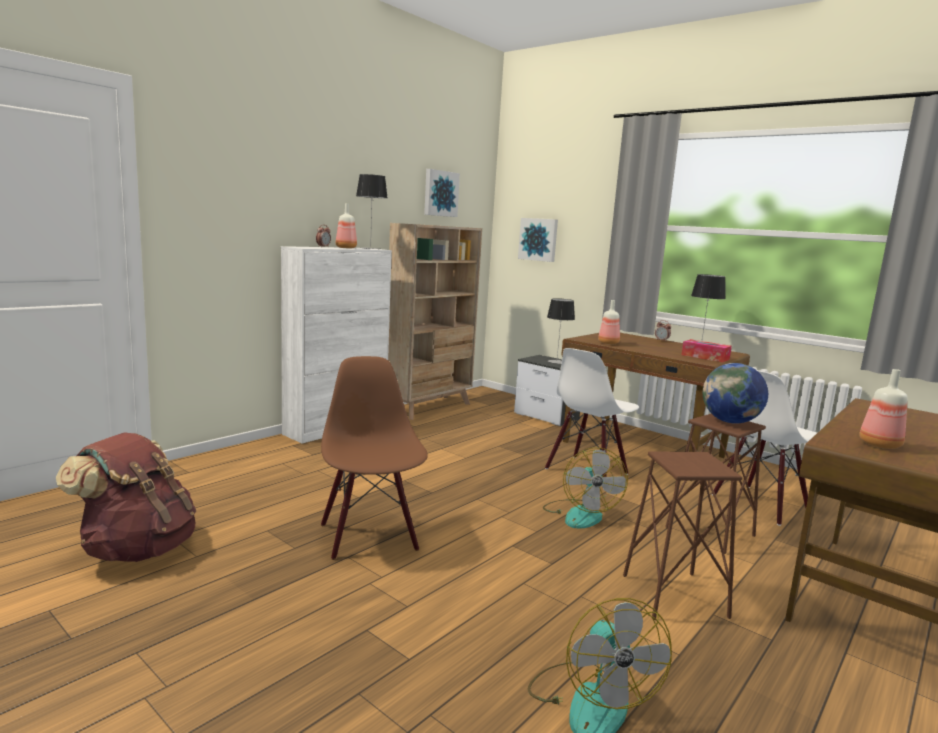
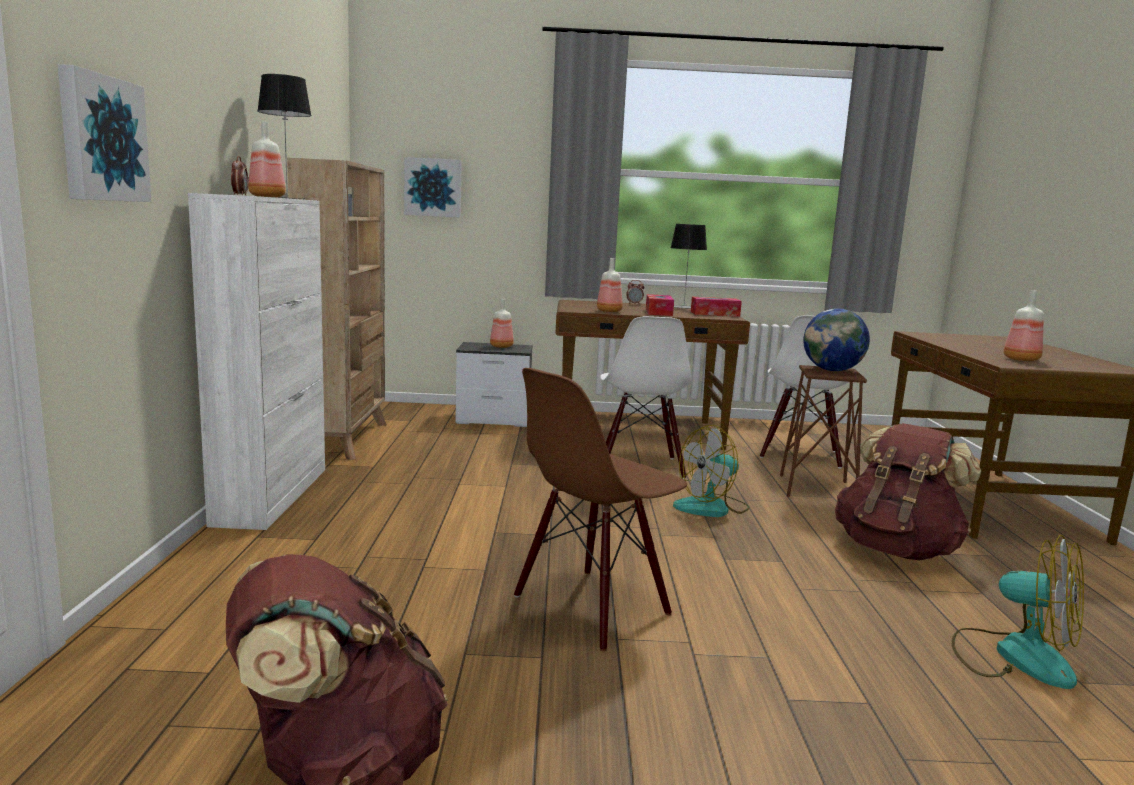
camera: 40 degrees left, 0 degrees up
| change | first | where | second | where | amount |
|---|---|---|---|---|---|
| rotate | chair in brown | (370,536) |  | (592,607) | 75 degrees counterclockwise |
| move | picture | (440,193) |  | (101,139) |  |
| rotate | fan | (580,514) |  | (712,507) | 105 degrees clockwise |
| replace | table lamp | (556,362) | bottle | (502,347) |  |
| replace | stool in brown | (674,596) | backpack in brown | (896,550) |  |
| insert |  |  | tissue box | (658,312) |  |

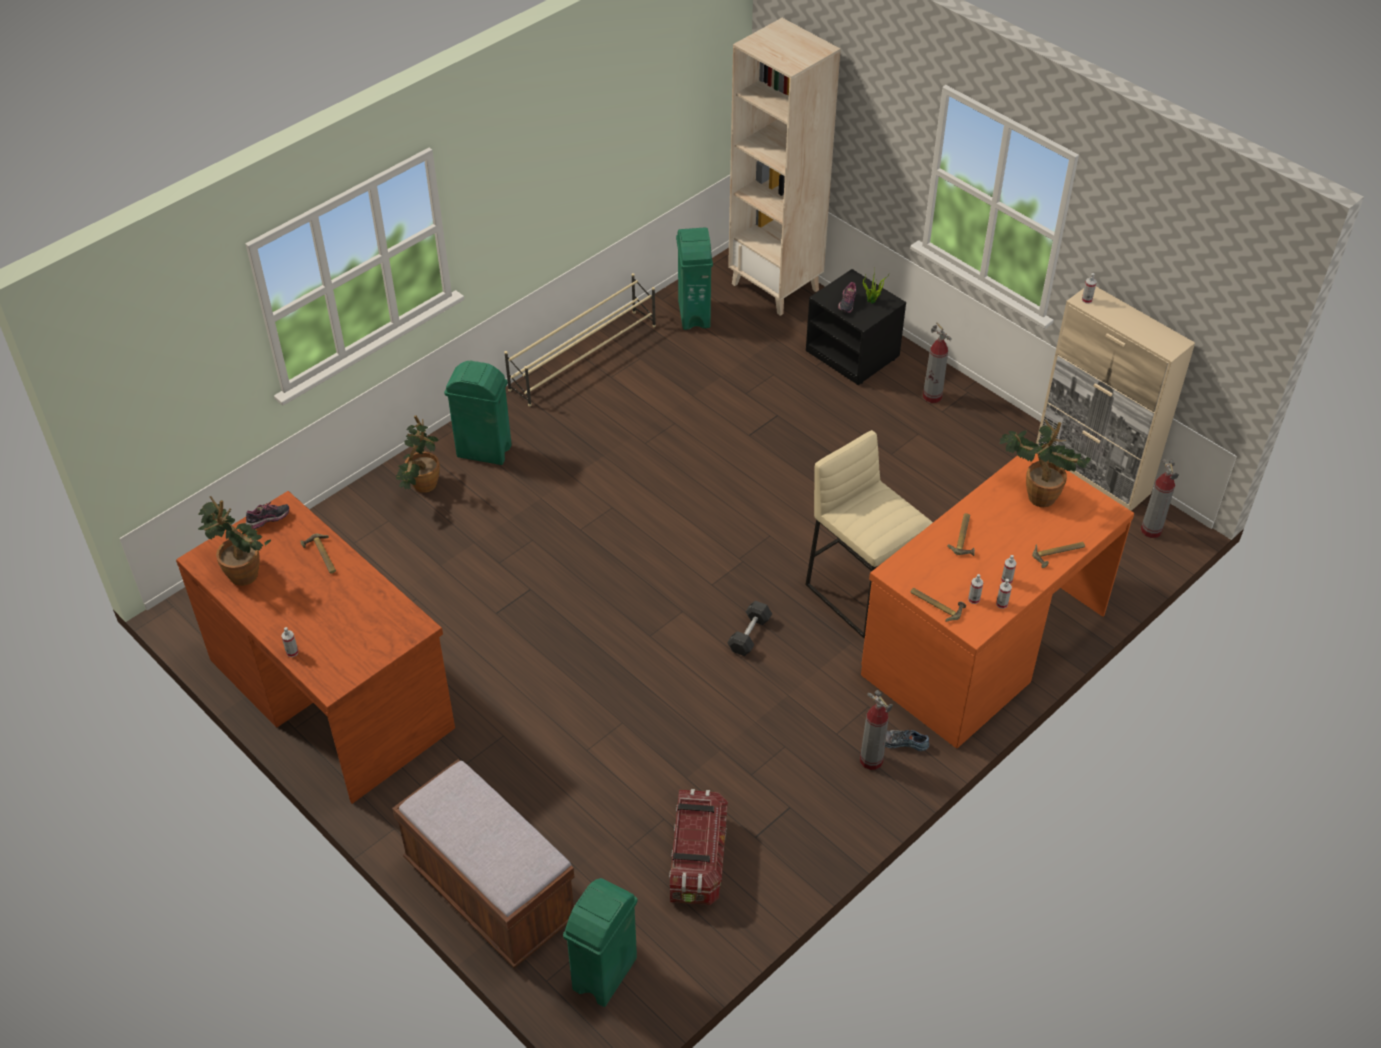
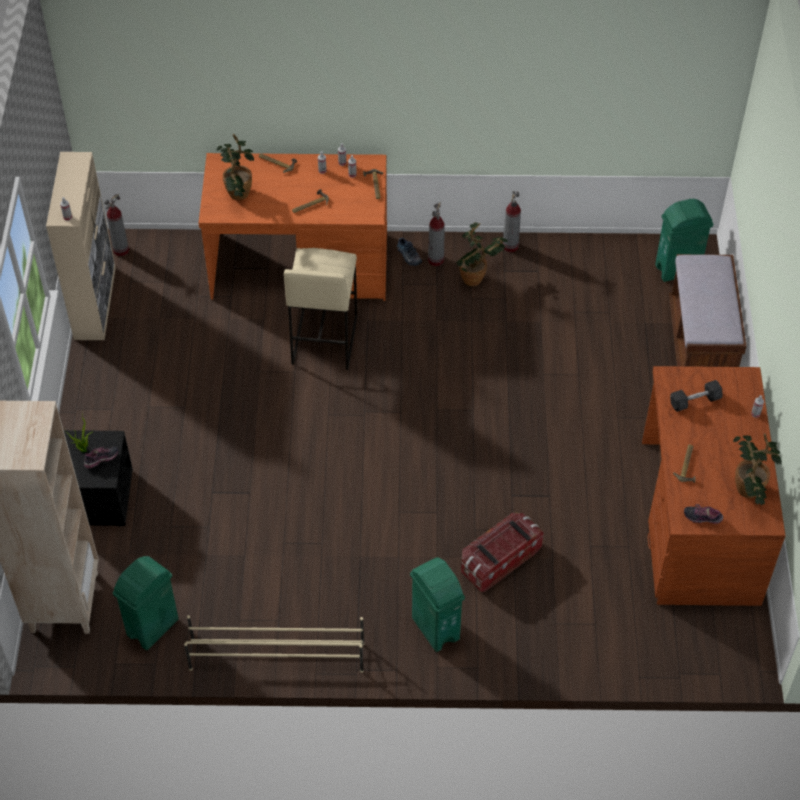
camera: 135 degrees left, 5 degrees up
| change | first | where | second | where | amount |
|---|---|---|---|---|---|
| move | potted plant | (421,488) |  | (477,278) |  |
| move | storage box | (697,859) |  | (499,561) |  |
| move | dumbbell in grey | (749,635) |  | (695,401) |  |
| move | fire extinguisher | (932,396) |  | (510,246) |  |

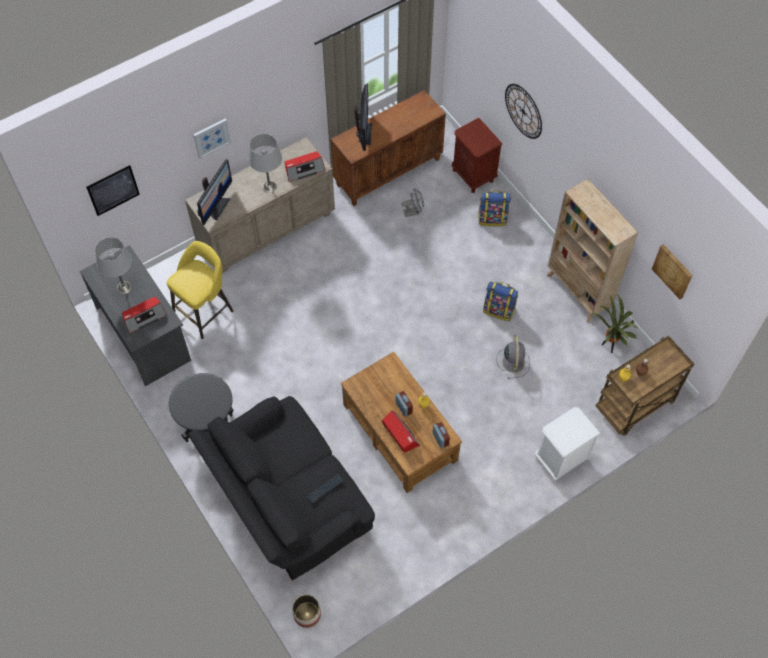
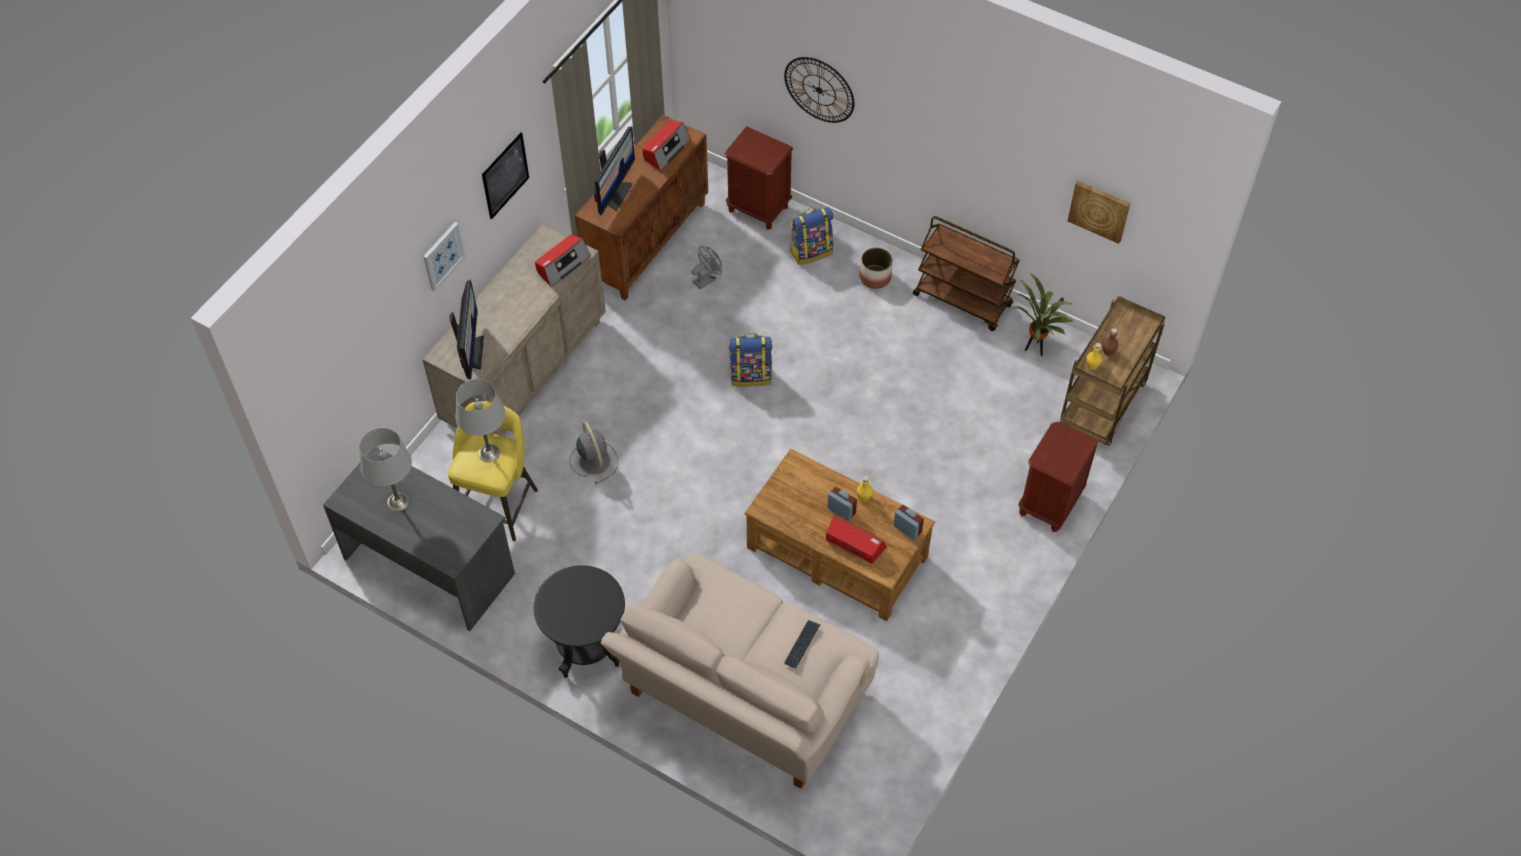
camera: 25 degrees left, 5 degrees down
| change | first | where | second | where | amount |
|---|---|---|---|---|---|
| move | picture | (113,190) |  | (505,175) |  |
| move | radio | (144,317) |  | (666,150) |  |
| recolor | sofa in black | (288,503) | sofa in beige | (742,697) |  |
| move | table lamp in grey | (269,187) |  | (488,453) |  |
| move | planter | (307,614) |  | (874,277) |  |
| rotate | monitor | (364,134) |  | (615,194) | 45 degrees clockwise |
| move | backpack | (499,310) |  | (751,375) |  |
| move | fan in grey | (513,361) |  | (594,460) |  |
| recolor | nightstand in white | (560,459) | nightstand in brown | (1049,503) |  |
| replace | bookcase in beige | (577,292) | cart in brown | (963,300) |  |

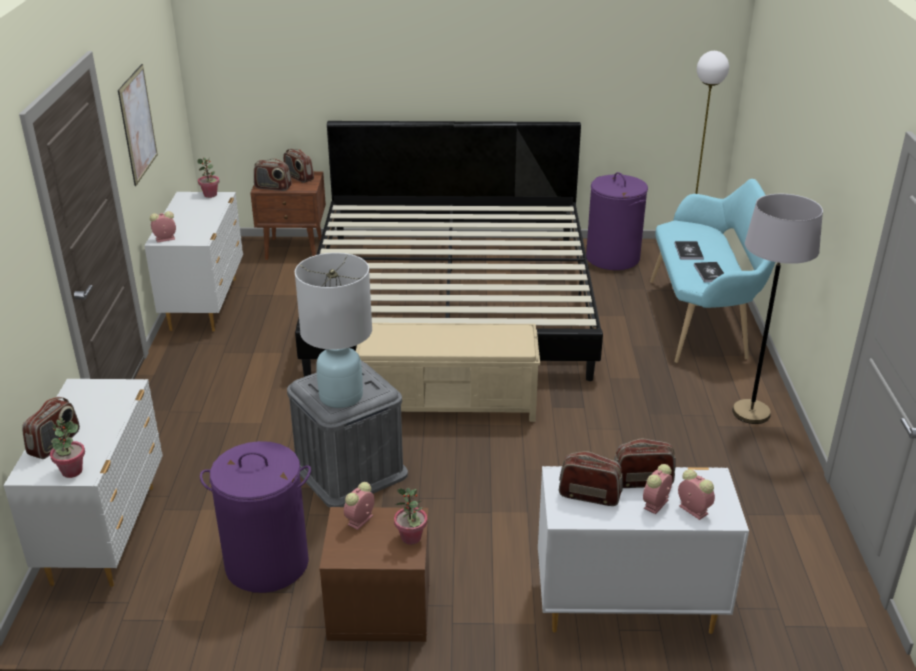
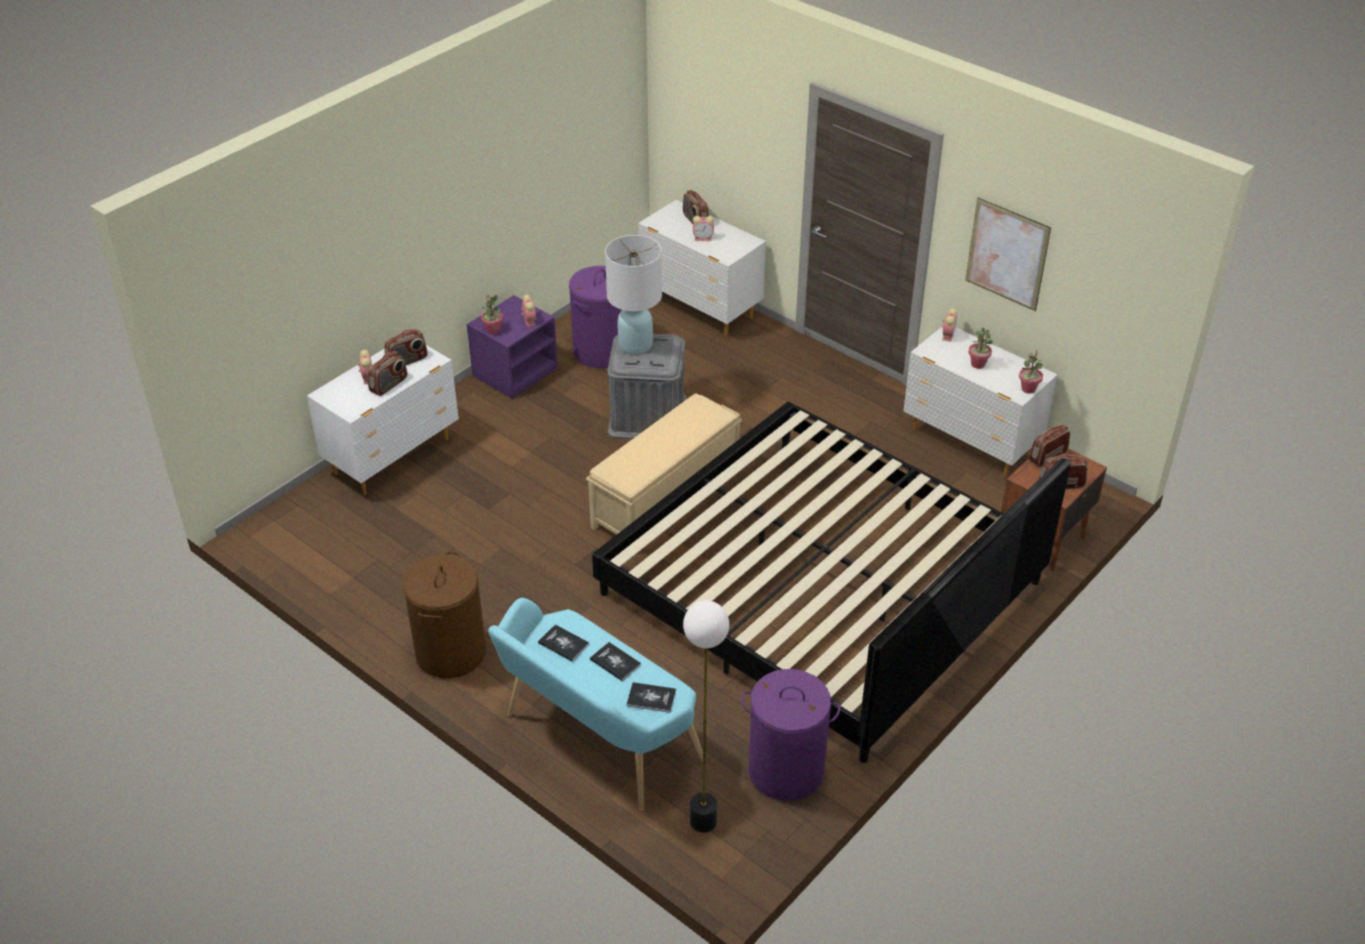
camera: 130 degrees right, 10 degrees up
| change | first | where | second | where | amount |
|---|---|---|---|---|---|
| move | potted plant | (72,471) |  | (978,364) |  |
| recolor | nightstand in brown | (378,610) | nightstand in purple | (515,372) |  |
| move | alarm clock | (692,509) |  | (703,238) |  |
| replace | floor lamp in grey | (751,413) | laundry basket in brown | (450,652) |  |
| insert |  |  | book | (651,698) |  |

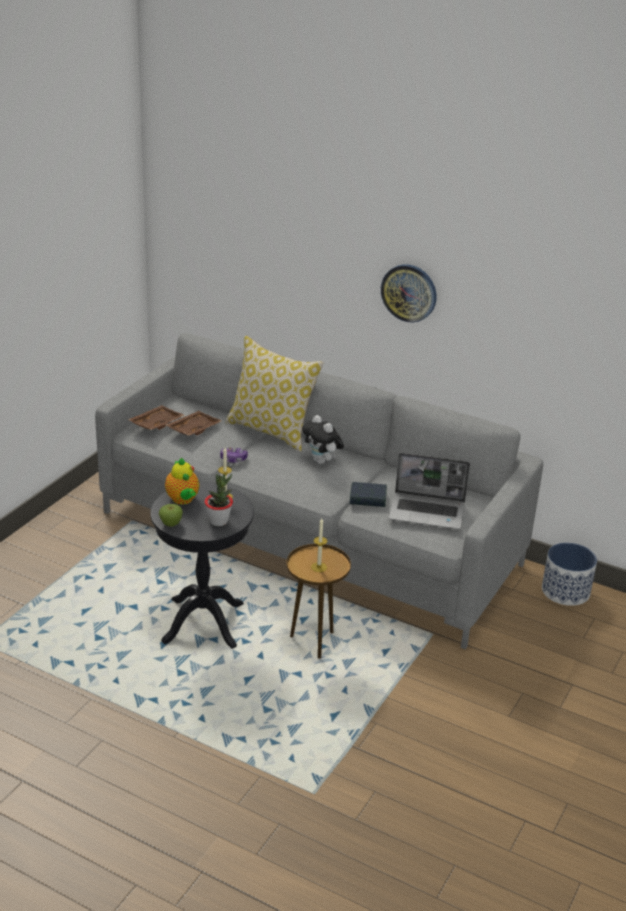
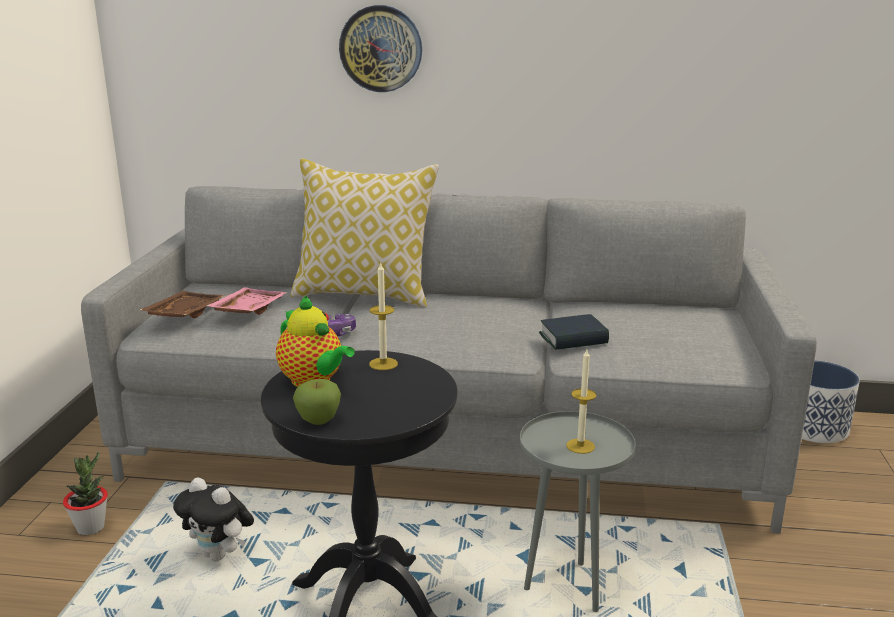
camera: 20 degrees left, 10 degrees down
| change | first | where | second | where | amount |
|---|---|---|---|---|---|
| recolor | tray in brown | (193,429) | tray in pink | (247,310) |  |
| move | potted plant | (218,521) |  | (91,527) |  |
| recolor | side table in brown | (314,642) | side table in grey | (567,587) |  |
| move | plush toy | (322,461) |  | (220,555) |  |
| move | wall clock | (409,292) |  | (381,49) |  |
| delete | laptop | (428,512) |  |  |  |

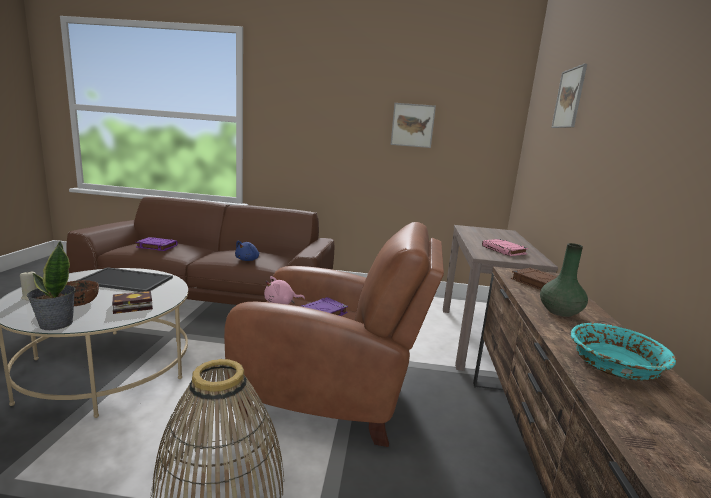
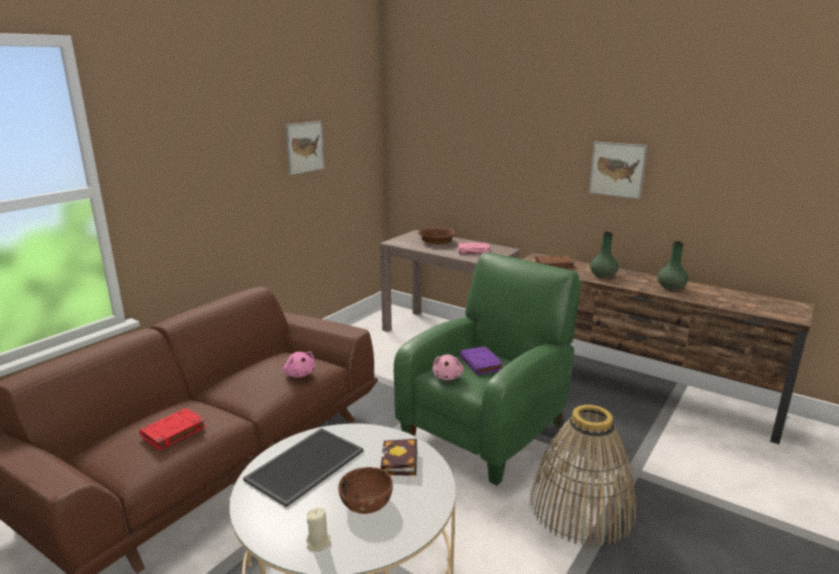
camera: 60 degrees left, 5 degrees up
| change | first | where | second | where | amount |
|---|---|---|---|---|---|
| delete | potted plant | (55,324) |  |  |  |
| recolor | book in purple | (156,246) | book in red | (173,432) |  |
| recolor | armchair in brown | (332,395) | armchair in green | (488,428) |  |
| recolor | plush toy in blue | (248,260) | plush toy in pink | (299,374) |  |
| move | picture | (569,98) |  | (617,169) |  |
| replace | bowl in turquoise | (615,365) | vase in green | (671,287) |  |
| insert |  |  | bowl in brown | (437,242) |  |

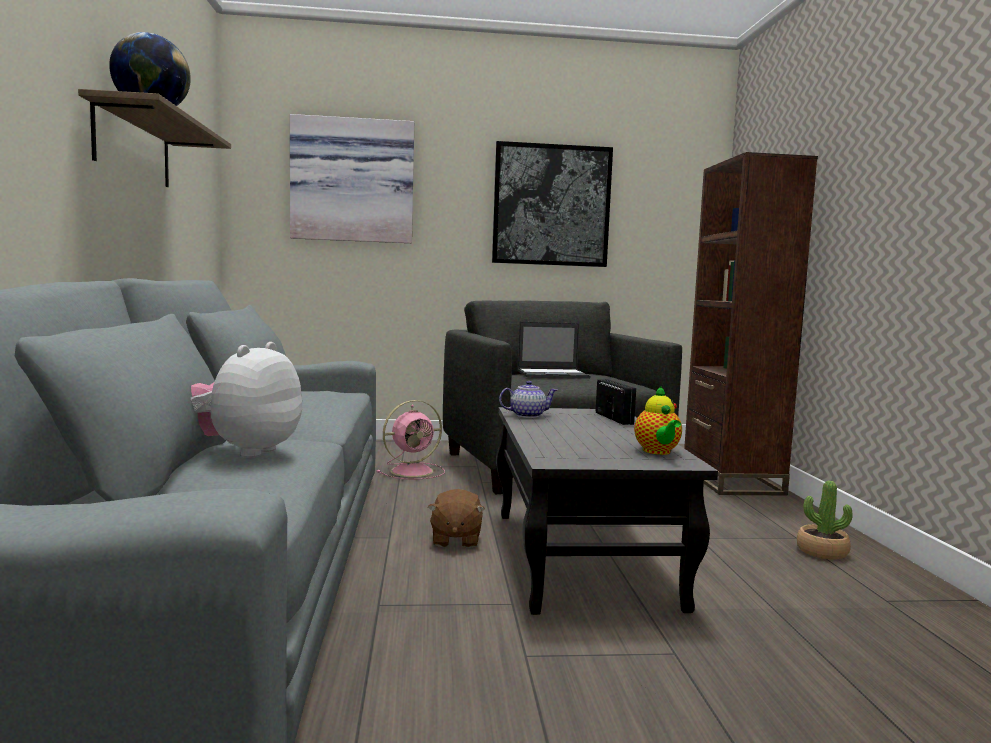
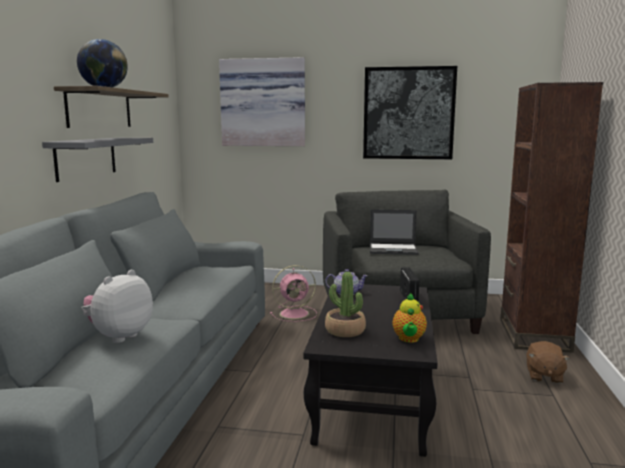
camera: 15 degrees right, 5 degrees up
| change | first | where | second | where | amount |
|---|---|---|---|---|---|
| move | plush toy in brown | (455,540) |  | (544,376) |  |
| move | potted plant | (822,552) |  | (345,331) |  |
| insert |  |  | shelf in grey | (86,158) |  |

